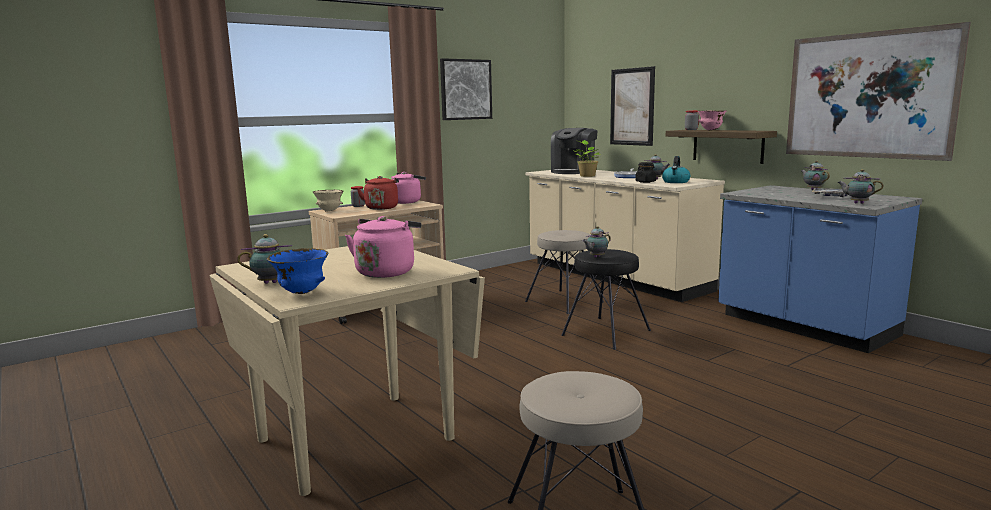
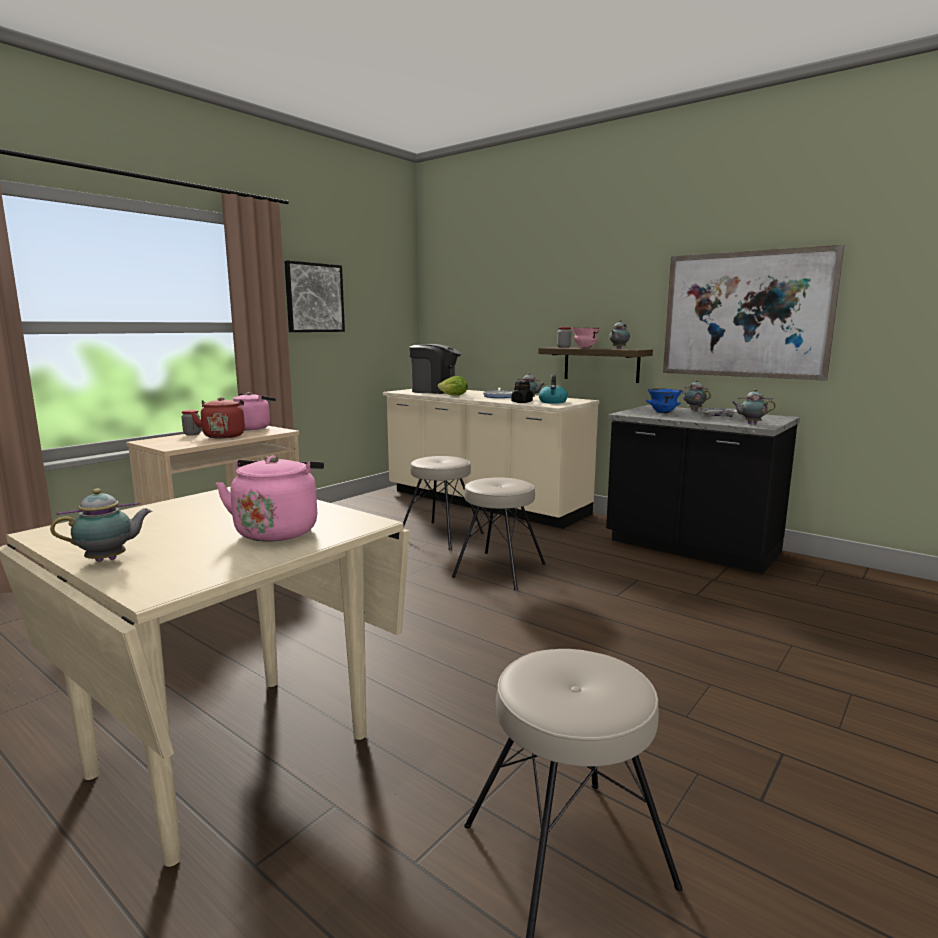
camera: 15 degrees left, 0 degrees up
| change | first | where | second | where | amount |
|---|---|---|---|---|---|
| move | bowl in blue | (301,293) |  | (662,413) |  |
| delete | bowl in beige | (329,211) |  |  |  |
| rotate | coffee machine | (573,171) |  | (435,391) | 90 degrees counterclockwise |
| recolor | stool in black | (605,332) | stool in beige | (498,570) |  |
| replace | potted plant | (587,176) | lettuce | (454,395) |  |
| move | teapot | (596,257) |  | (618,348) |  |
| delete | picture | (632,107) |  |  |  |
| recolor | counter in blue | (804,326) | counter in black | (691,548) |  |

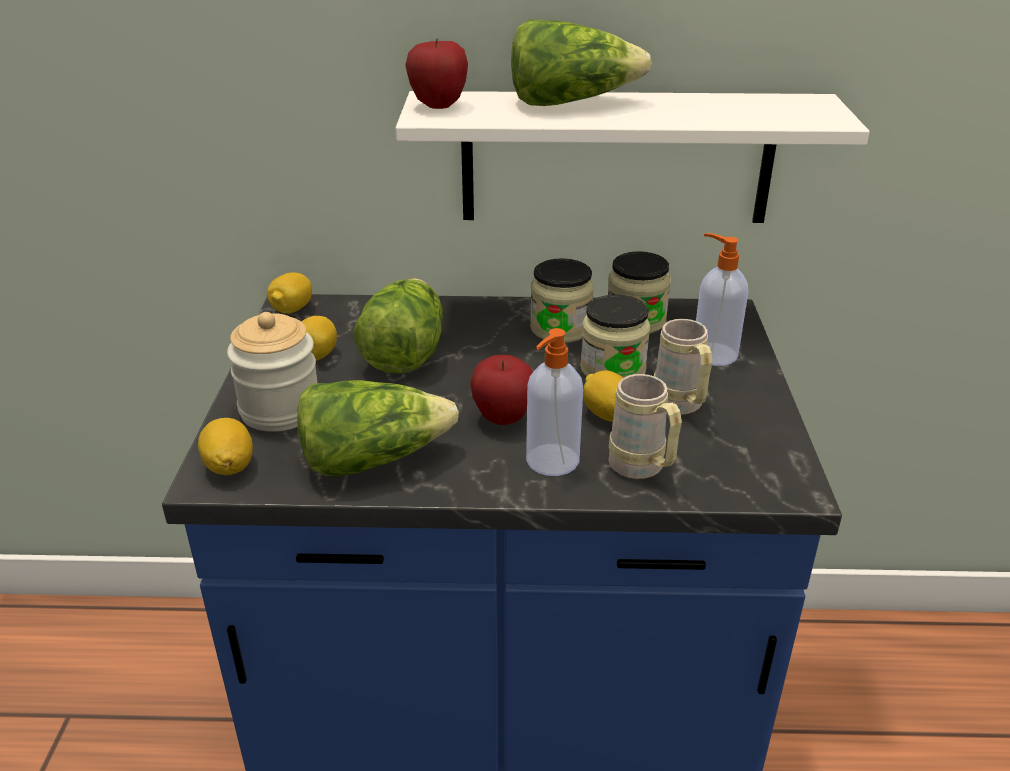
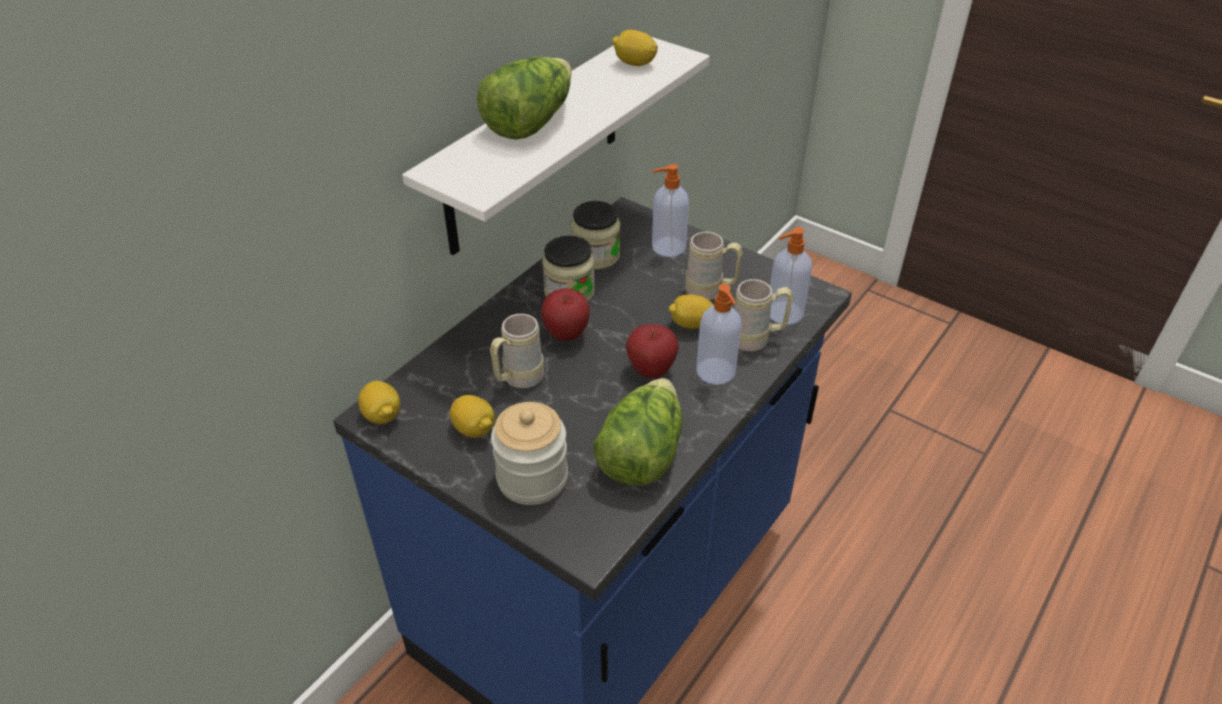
camera: 55 degrees left, 10 degrees up
| change | first | where | second | where | amount |
|---|---|---|---|---|---|
| move | lemon | (229,466) |  | (634,64) |  |
| replace | lettuce | (403,351) | mug in beige | (517,380) |  |
| move | apple | (438,106) |  | (566,334) |  |
| delete | jar | (613,369) |  |  |  |
| insert |  |  | soap dispenser | (783,313) |  |

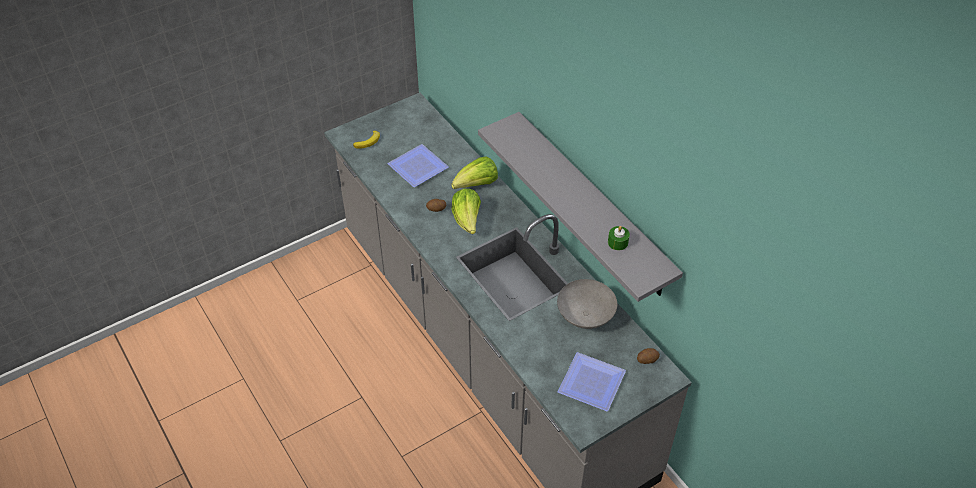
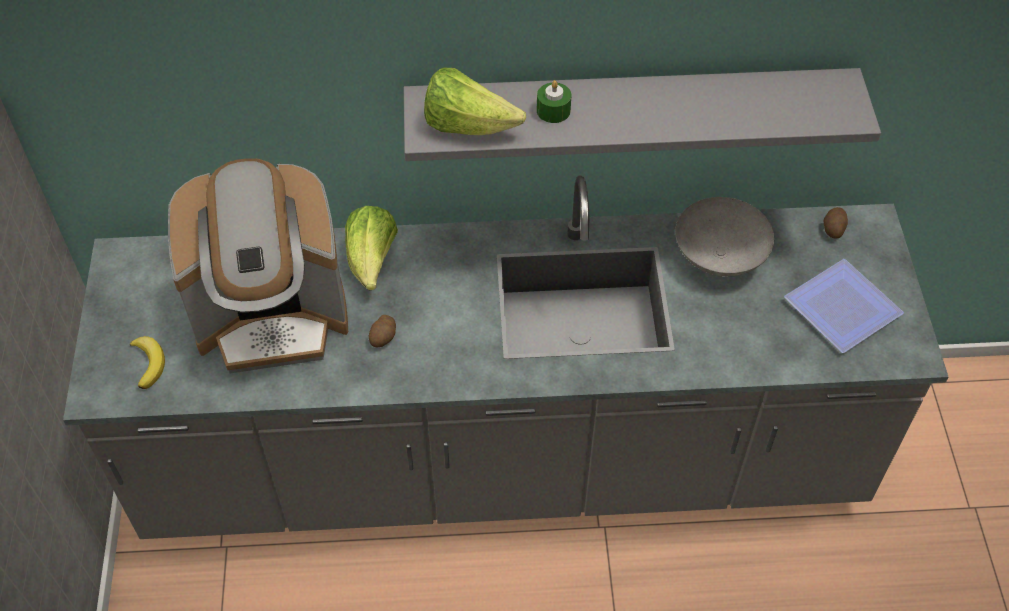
camera: 60 degrees left, 5 degrees up
| change | first | where | second | where | amount |
|---|---|---|---|---|---|
| replace | plate | (420,167) | coffee machine | (273,317) |  |
| move | lettuce | (467,220) |  | (468,126) |  |
| move | candle in green | (617,242) |  | (553,110) |  |

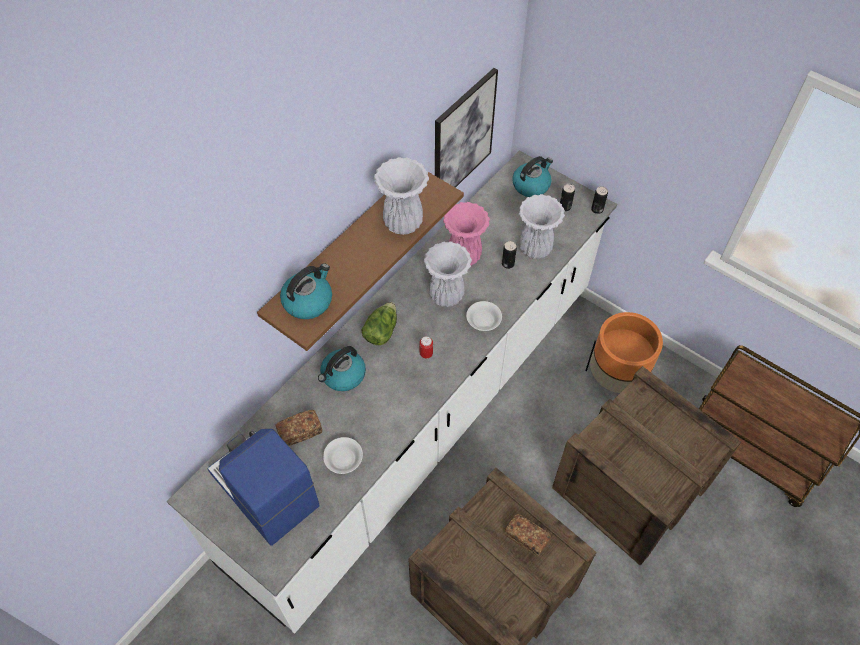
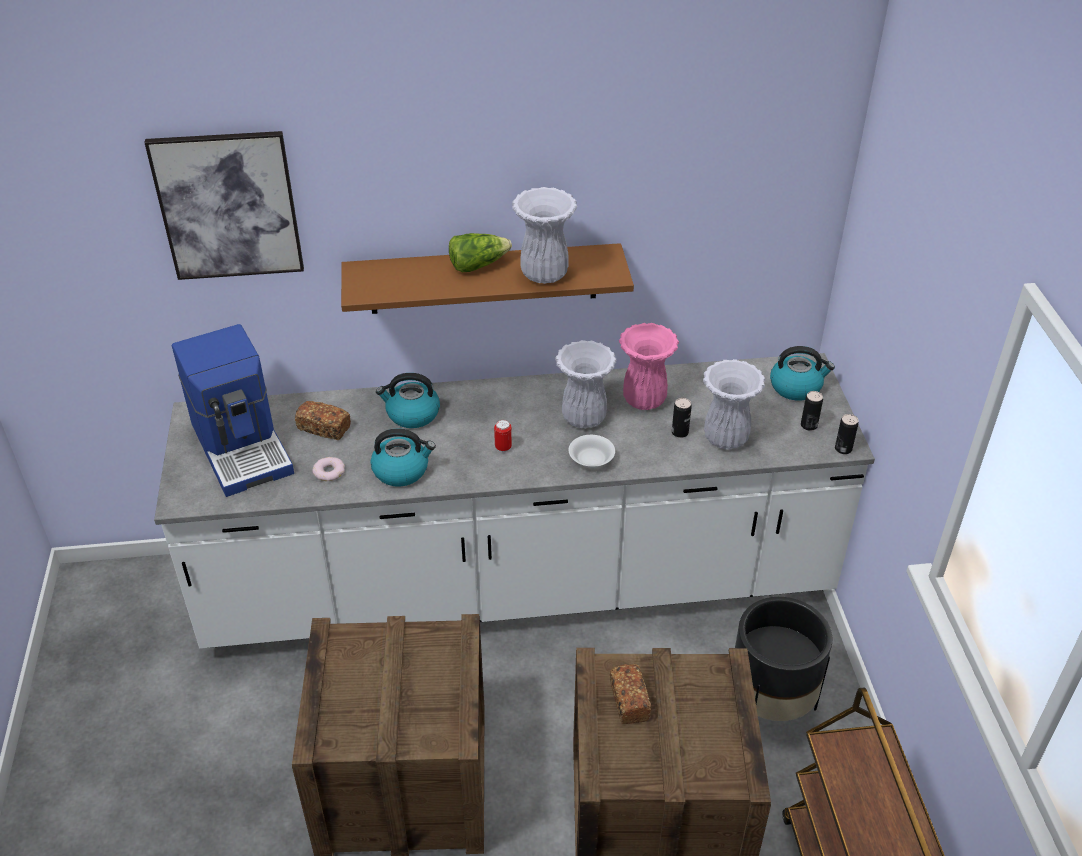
camera: 45 degrees right, 15 degrees down
| change | first | where | second | where | amount |
|---|---|---|---|---|---|
| rotate | coffee machine | (263,491) |  | (243,446) | 150 degrees clockwise |
| move | kettle | (308,301) |  | (401,470) |  |
| replace | bowl in white | (344,460) | donut | (329,472) |  |
| move | lettuce | (381,330) |  | (478,265) |  |
| move | picture | (462,136) |  | (228,206) |  |
| move | bread | (526,538) |  | (628,701) |  |
| recolor | planter in orange | (615,380) | planter in black | (769,706) |  |

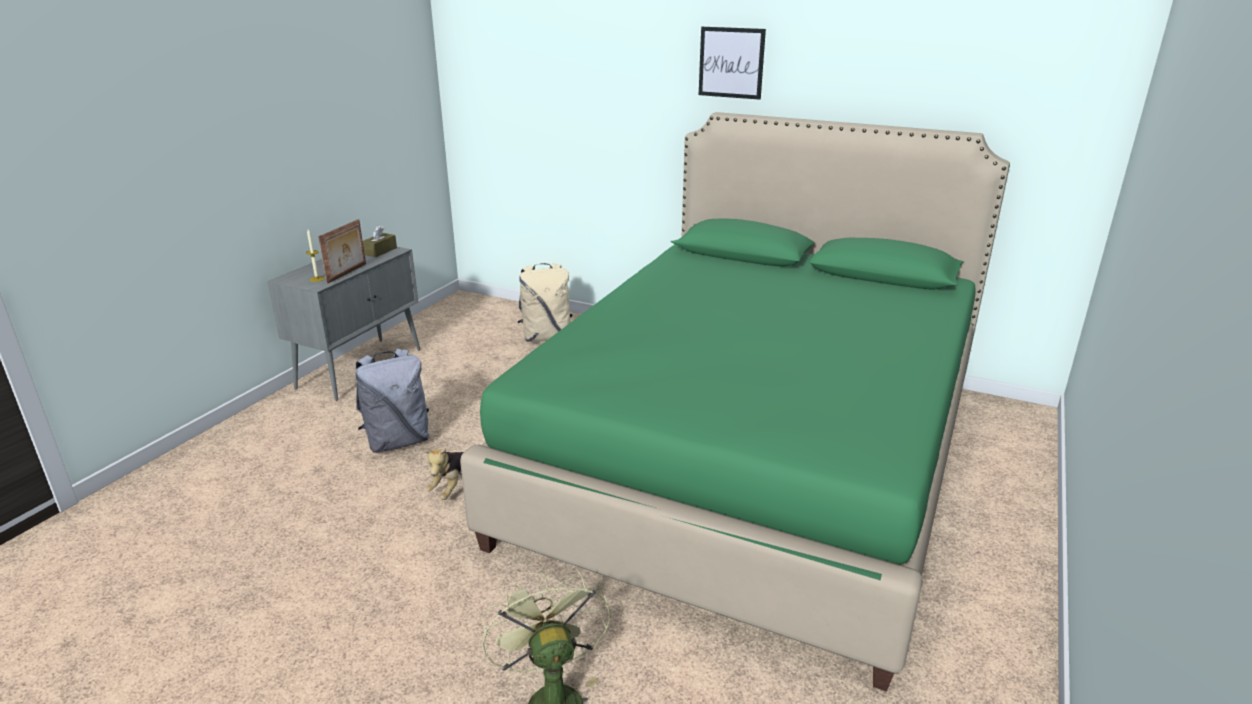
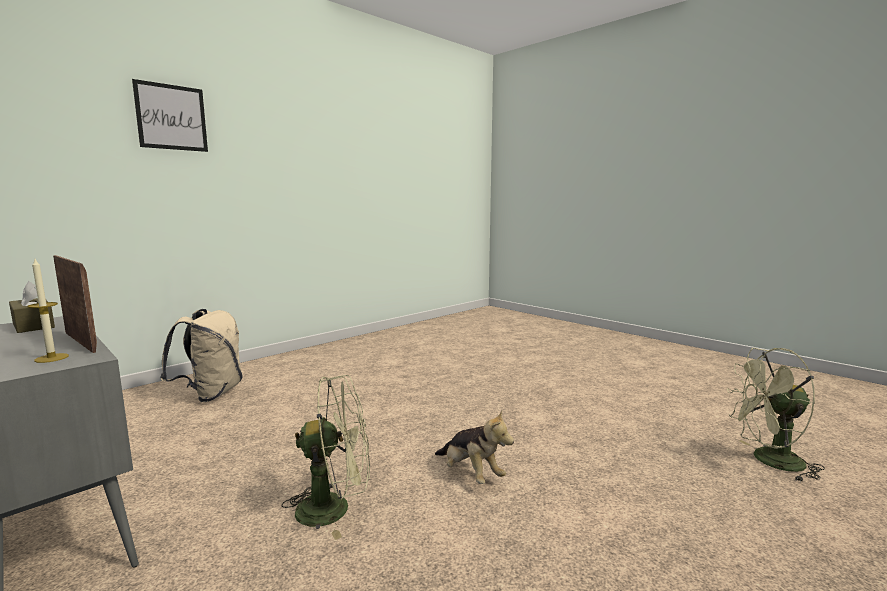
camera: 70 degrees left, 15 degrees down
| change | first | where | second | where | amount |
|---|---|---|---|---|---|
| replace | backpack in grey | (398,441) | fan in green | (335,508) |  |
| delete | bed in green | (754,458) |  |  |  |
| move | picture | (731,63) |  | (171,117) |  |

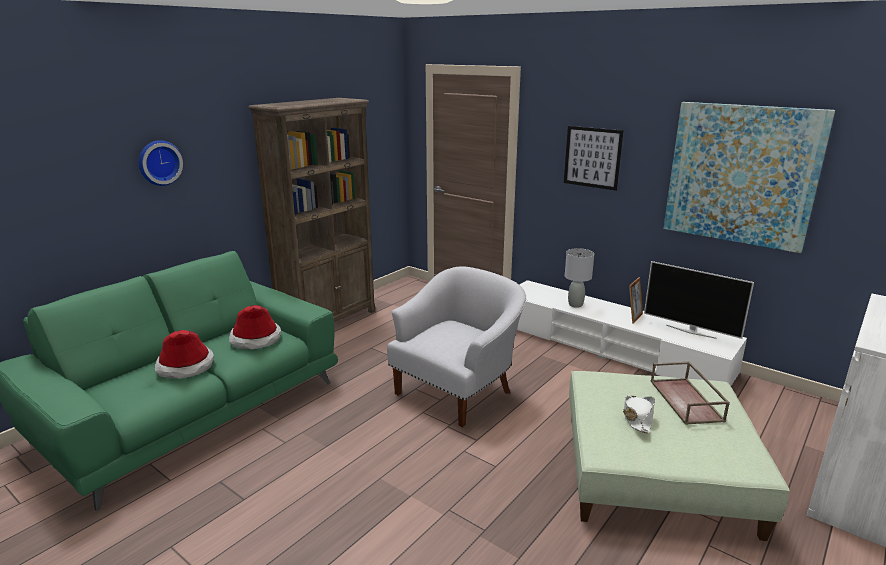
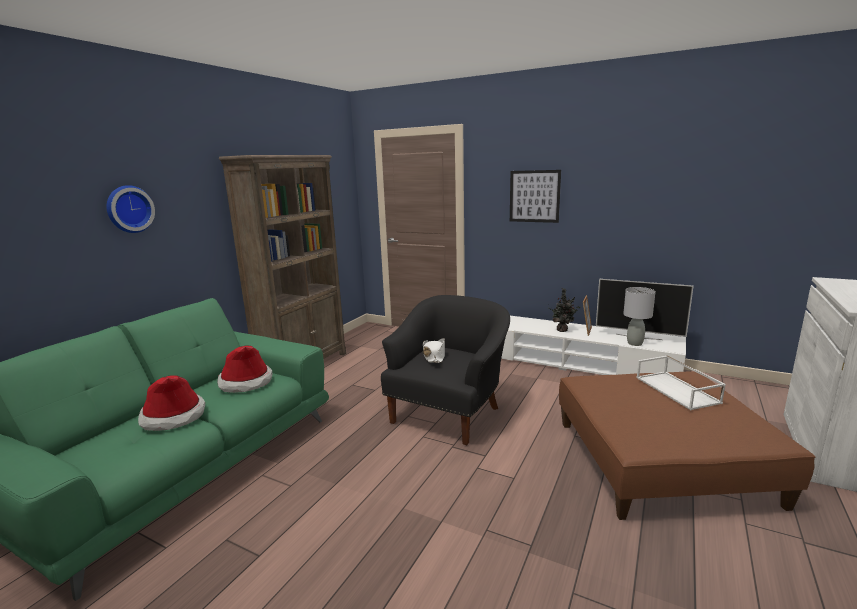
camera: 10 degrees left, 5 degrees down
| change | first | where | second | where | amount |
|---|---|---|---|---|---|
| recolor | armchair in white | (457,391) | armchair in black | (449,413) |  |
| move | table lamp in grey | (575,305) |  | (635,343) |  |
| recolor | ottoman in green | (656,472) | ottoman in brown | (661,461) |  |
| move | hat in white | (637,417) |  | (434,356) |  |
| recolor | tray in brown | (687,401) | tray in white | (678,390) |  |
| delete | picture | (741,175) |  |  |  |
| insert |  |  | potted plant | (562,330) |  |

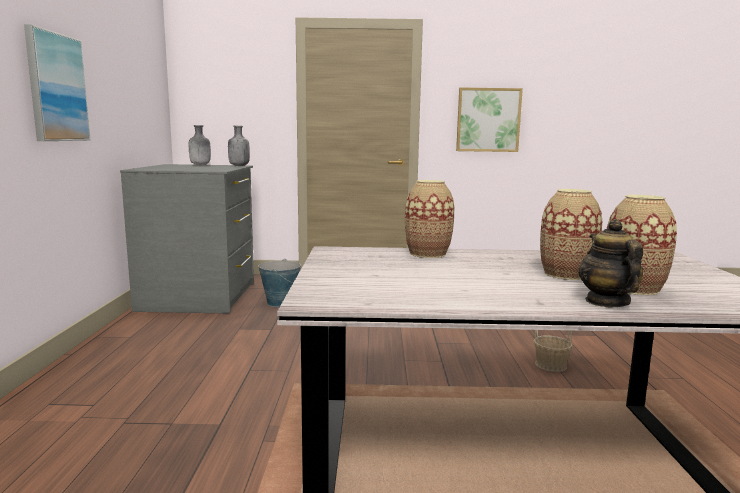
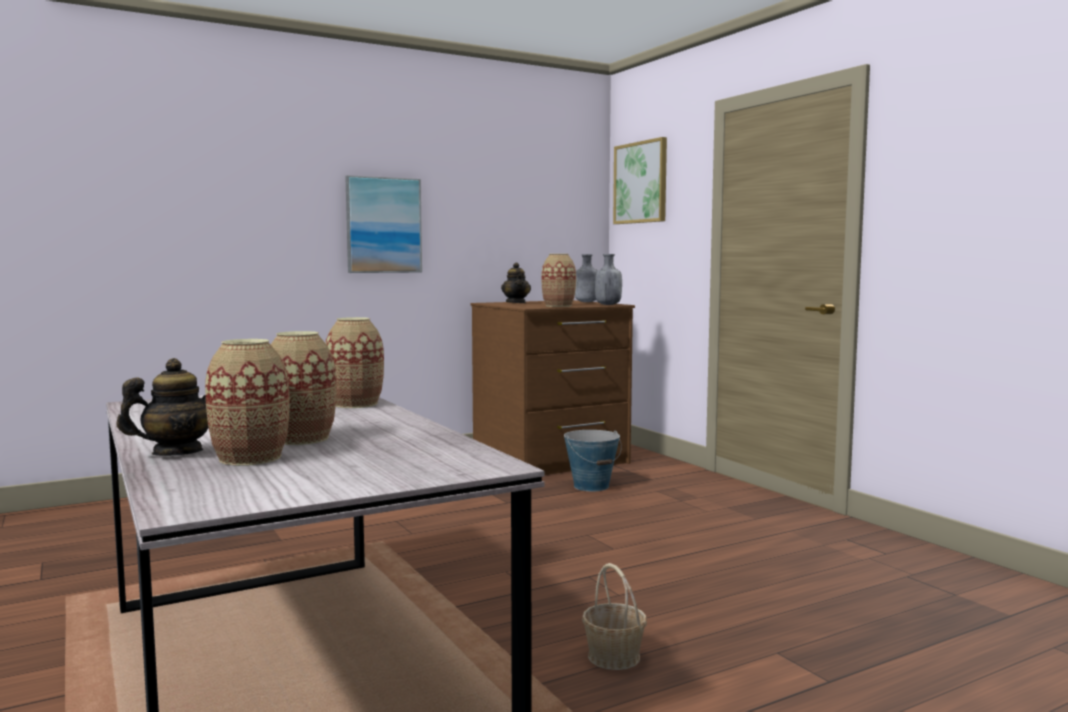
camera: 60 degrees right, 5 degrees down
| change | first | where | second | where | amount |
|---|---|---|---|---|---|
| recolor | dresser in grey | (200,296) | dresser in brown | (551,459) |  |
| move | picture | (488,120) |  | (641,182) |  |
| insert |  |  | teapot | (516,303) |  |
| insert |  |  | vase | (558,306) |  |

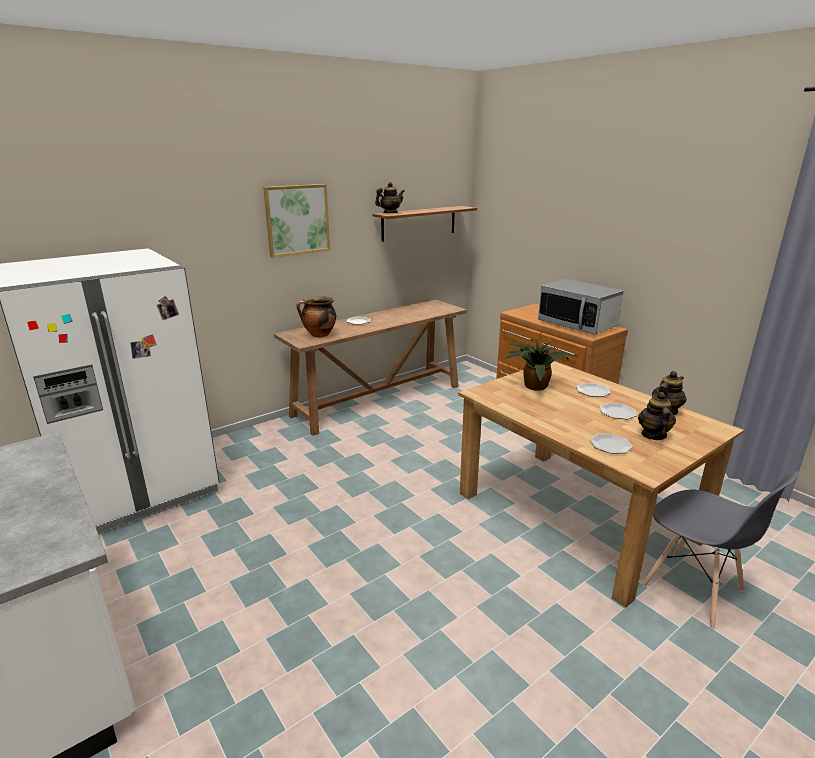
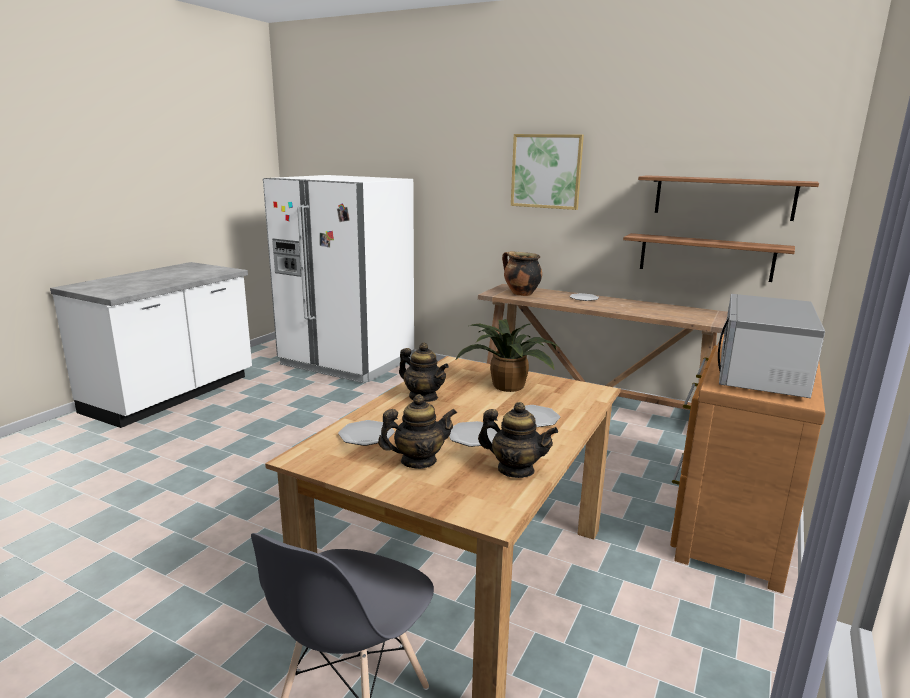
camera: 65 degrees right, 5 degrees down
| change | first | where | second | where | amount |
|---|---|---|---|---|---|
| move | teapot | (390,213) |  | (423,397) |  |
| insert |  |  | shelf | (705,257) |  |

